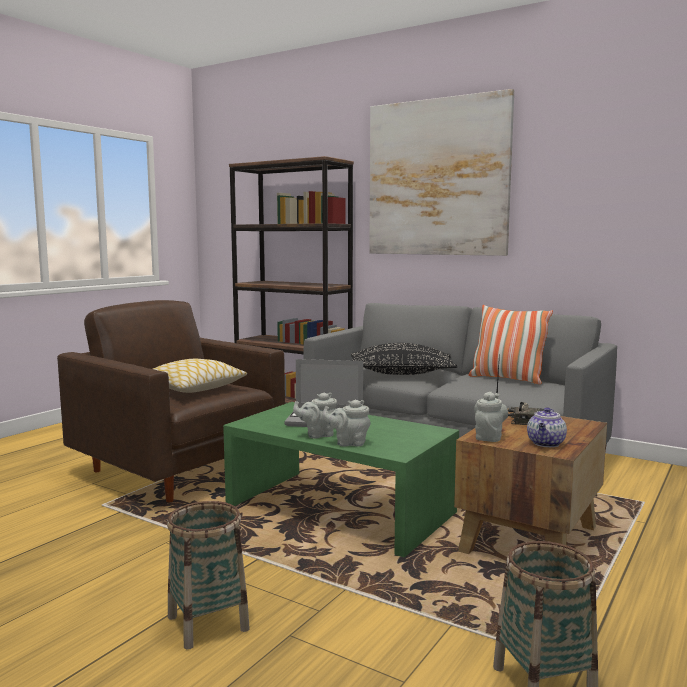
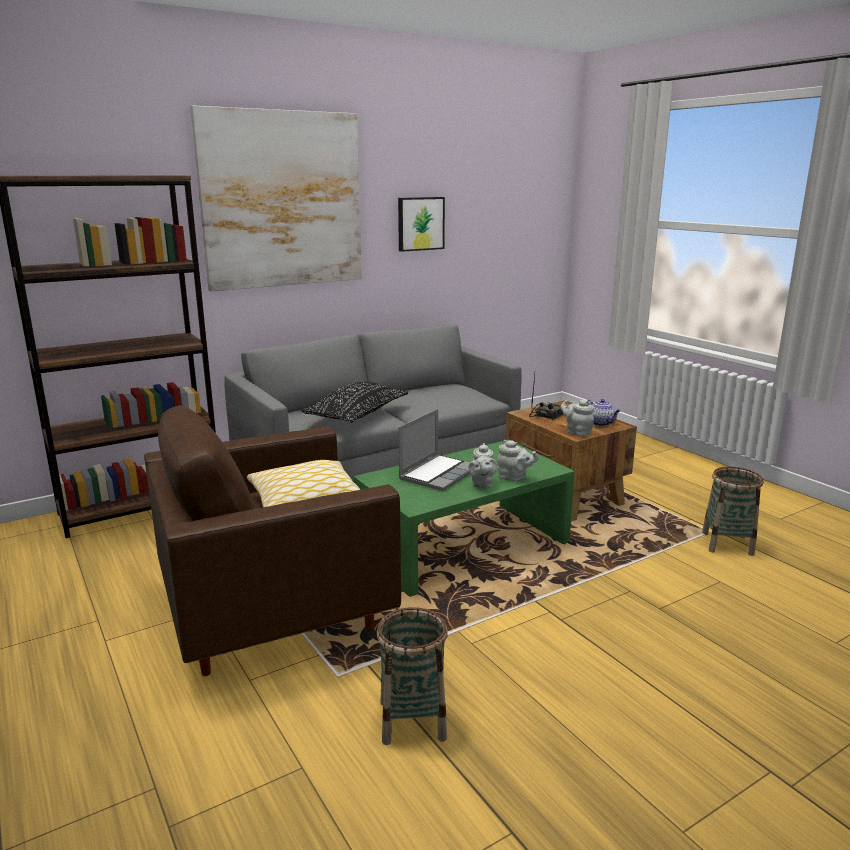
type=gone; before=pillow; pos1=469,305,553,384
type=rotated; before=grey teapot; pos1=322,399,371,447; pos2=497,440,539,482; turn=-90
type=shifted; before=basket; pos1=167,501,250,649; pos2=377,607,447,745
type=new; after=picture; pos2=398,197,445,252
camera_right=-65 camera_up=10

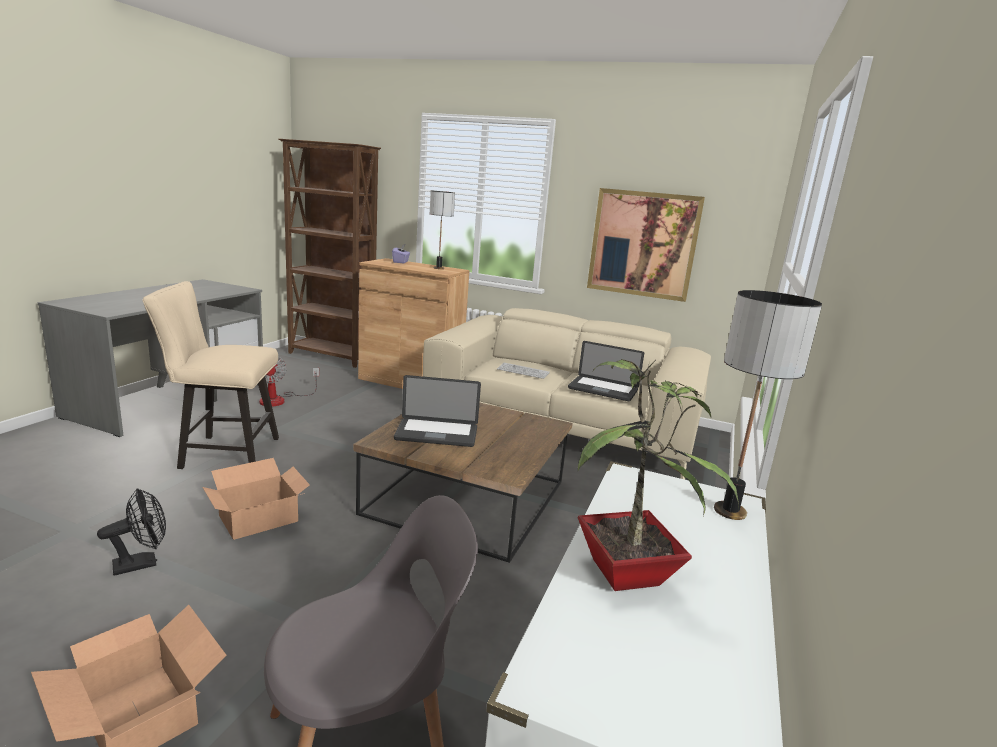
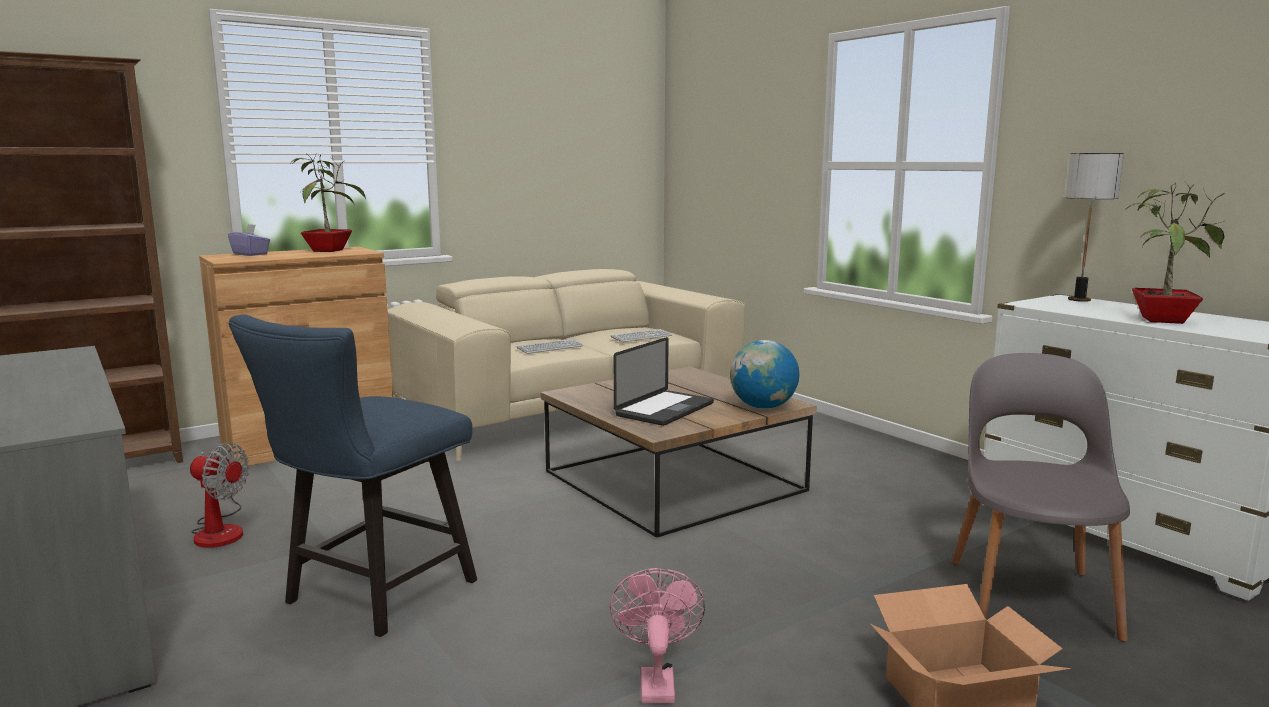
type=gone; before=picture; pos1=587,188,705,302
type=swapped; before=table lamp; after=potted plant; pos1=430,191,455,269; pos2=293,154,366,252
type=repainted; before=beige chair; after=blue chair; pos1=142,281,279,469; pos2=229,315,477,637
type=swapped; before=laptop; after=keyboard; pos1=568,341,644,401; pos2=611,329,672,342
type=gone; before=cardboard box; pos1=203,458,310,540
type=repainted; before=black fan; after=pink fan; pos1=97,488,166,576; pos2=610,568,705,703
type=new; after=globe; pos2=730,340,799,409
camera_right=-55 camera_up=-5

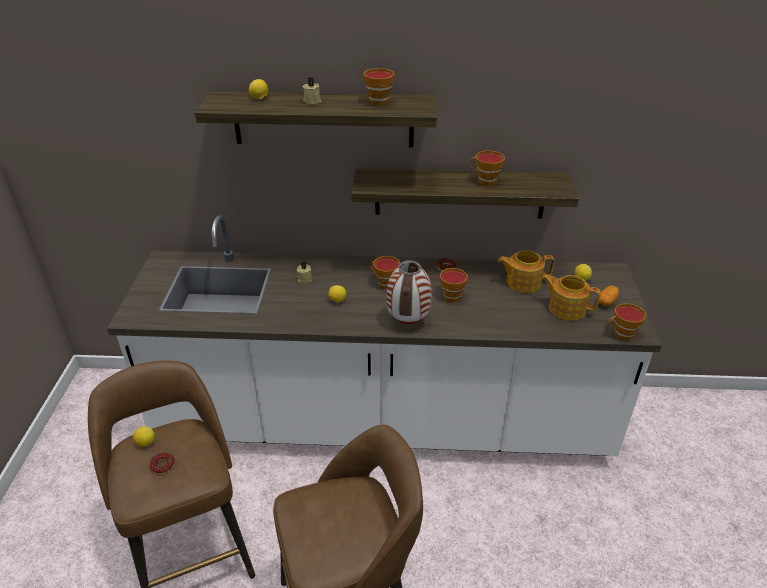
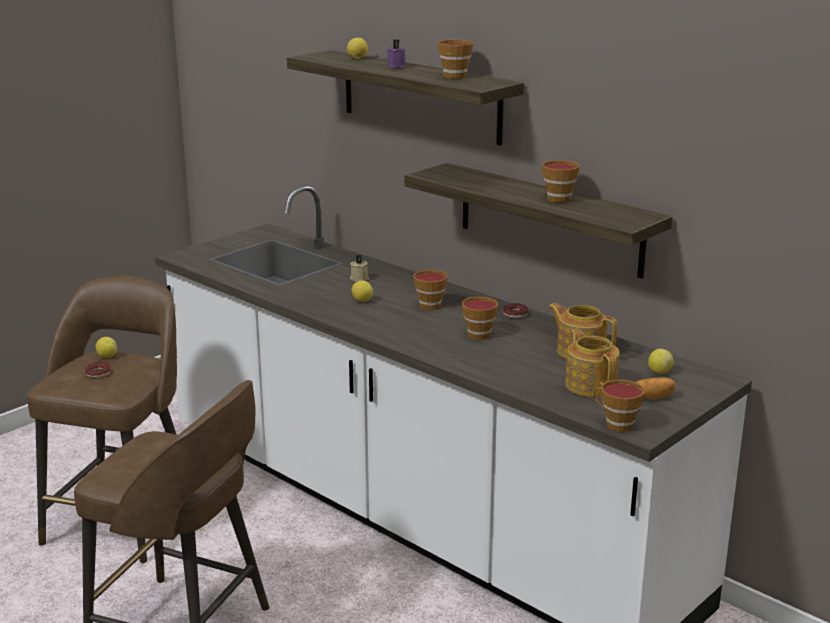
type=repainted; before=beige candle; after=purple candle; pos1=303,77,322,105; pos2=387,39,406,68
type=gone; before=vase; pos1=386,260,432,324
camera_right=40 camera_up=-15

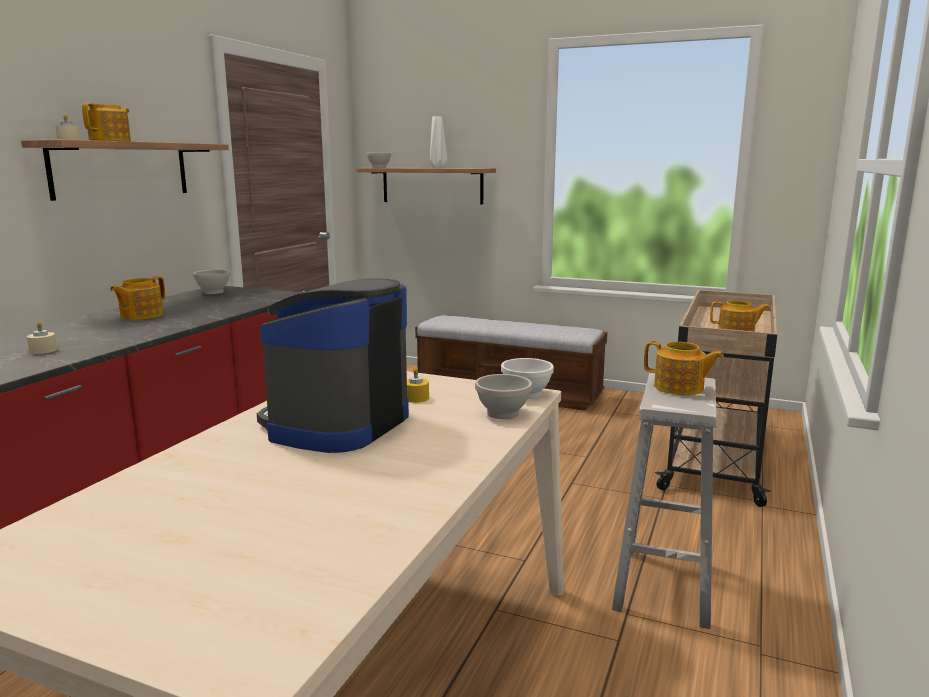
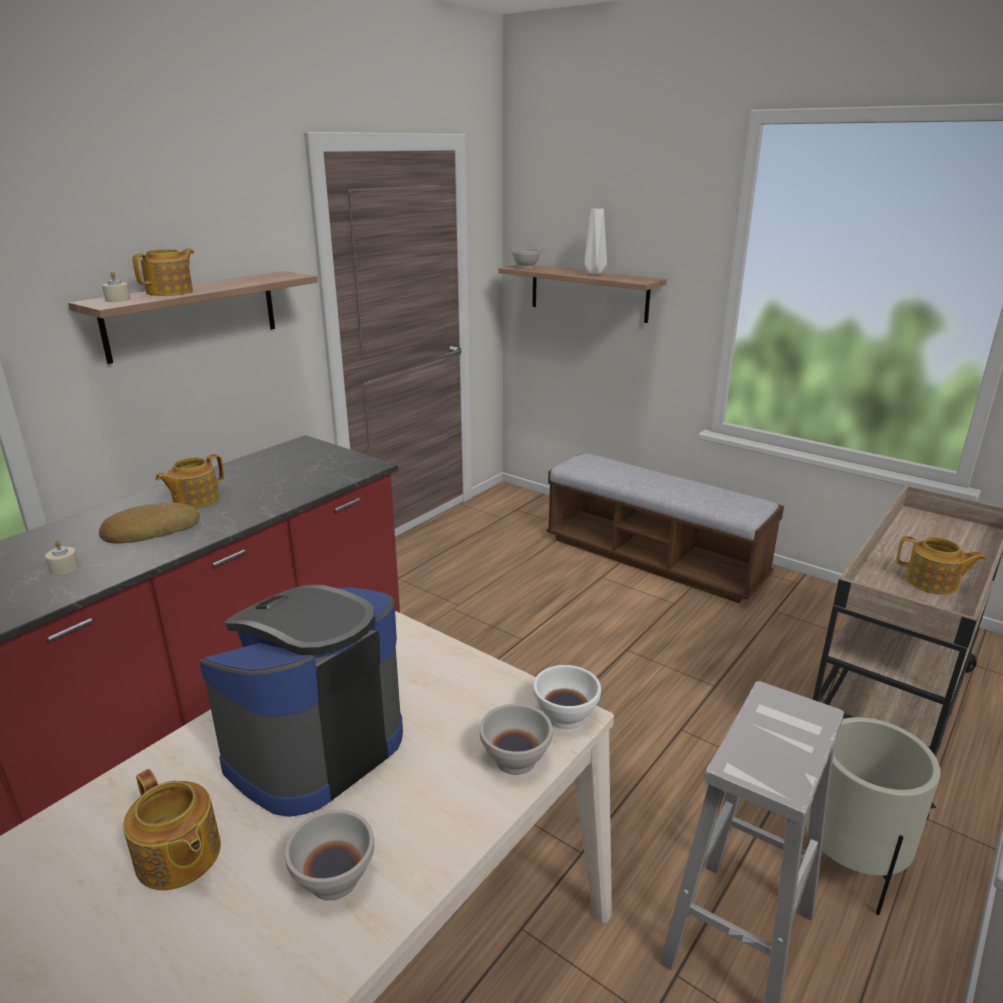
type=shifted; before=white bowl; pos1=193,270,230,294; pos2=285,810,374,901
type=shifted; before=teapot; pos1=644,341,724,395; pos2=123,769,221,890
type=gone; before=yellow candle; pos1=407,368,429,403
type=new; after=bread; pos2=99,502,200,544
type=new; after=beige planter; pos2=805,717,941,915
camera_right=15 camera_up=10

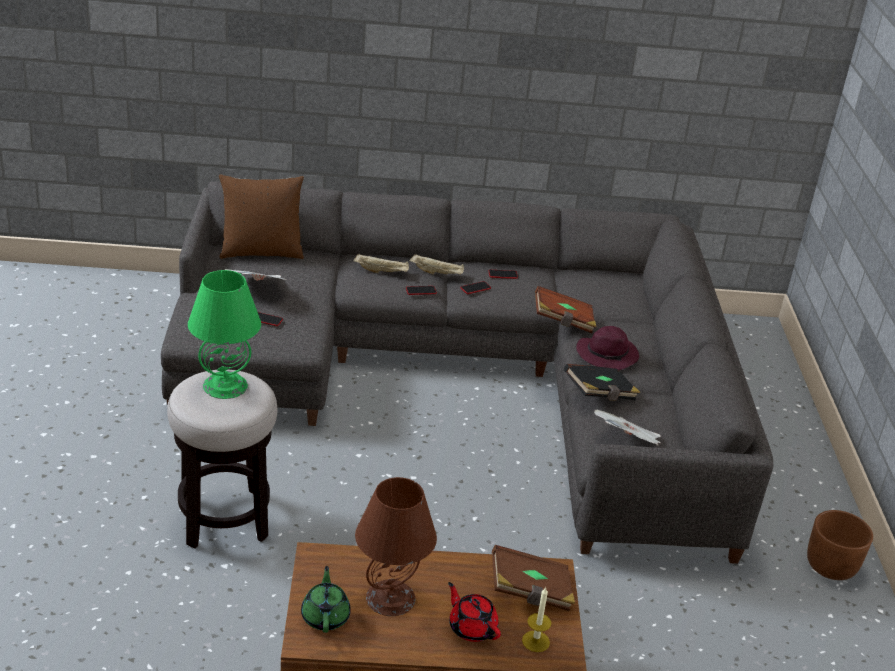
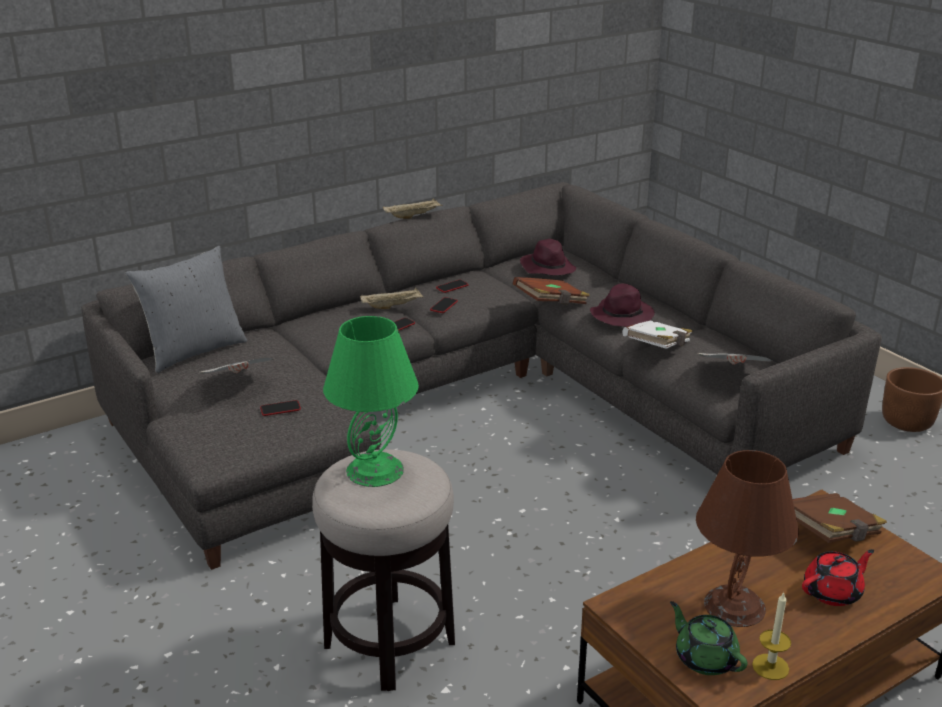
type=repainted; before=brown pillow; after=grey pillow; pos1=219,174,304,259; pos2=126,246,247,373
type=shifted; before=beige tray; pos1=354,254,409,273; pos2=383,198,443,219
type=repainted; before=black book; after=white book; pos1=564,364,640,401; pos2=622,321,693,349
type=rotated; before=red teapot; pos1=448,582,501,642; pos2=802,549,874,606; turn=135
type=shifted; before=candle; pos1=522,587,551,652; pos2=752,592,791,680
type=new; after=purple hat; pos2=520,239,576,275
camera_right=-30 camera_up=-5

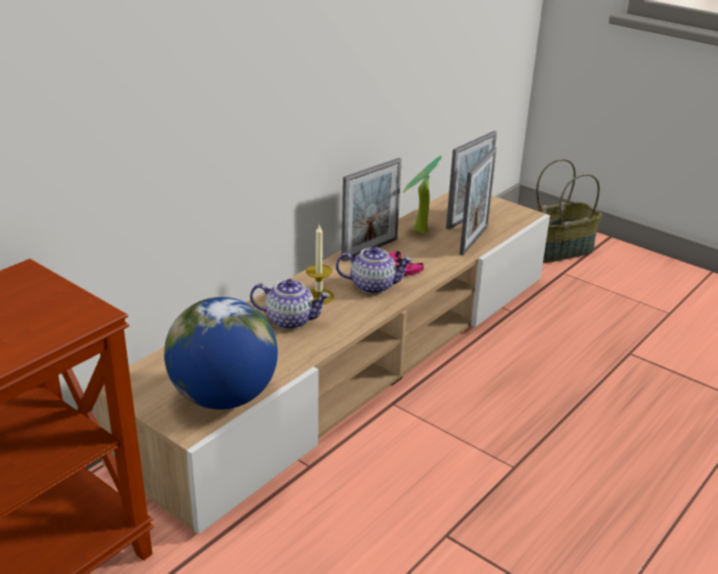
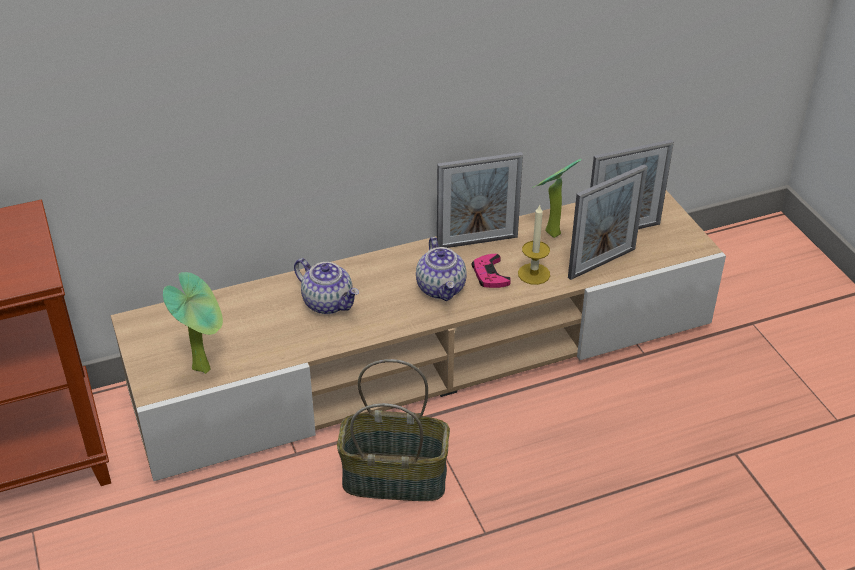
type=shifted; before=basket; pos1=536,159,602,263; pos2=337,359,450,501
type=shifted; before=candle; pos1=306,225,334,304; pos2=518,204,550,285
type=rotated; before=teapot; pos1=336,246,413,294; pos2=416,237,467,301; turn=45
type=swapped; before=globe; after=potted plant; pos1=164,297,278,410; pos2=163,272,223,374
camera_right=30 camera_up=10

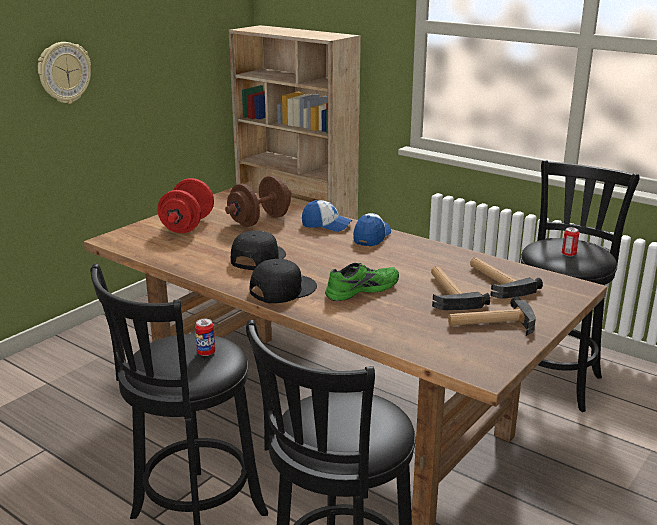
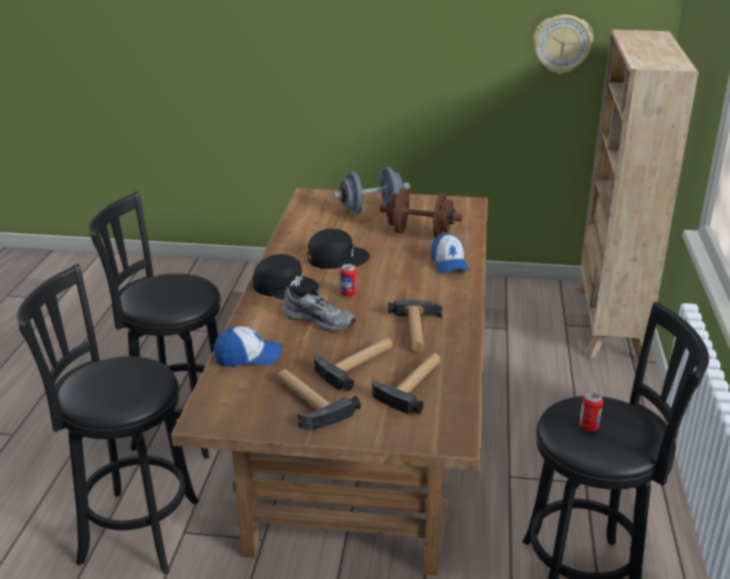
type=shifted; before=wall clock; pos1=38,42,91,104; pos2=533,14,593,74
type=repainted; before=red dumbbell; after=grey dumbbell; pos1=157,178,214,233; pos2=333,167,410,215
type=shifted; before=cap; pos1=353,213,391,246; pos2=214,327,282,367
type=repainted; before=green shoe; after=grey shoe; pos1=325,263,399,301; pos2=282,285,356,332
type=shifted; before=can; pos1=195,319,215,356; pos2=340,264,357,297
type=new; after=hammer; pos2=388,300,442,352
camera_right=60 camera_up=5

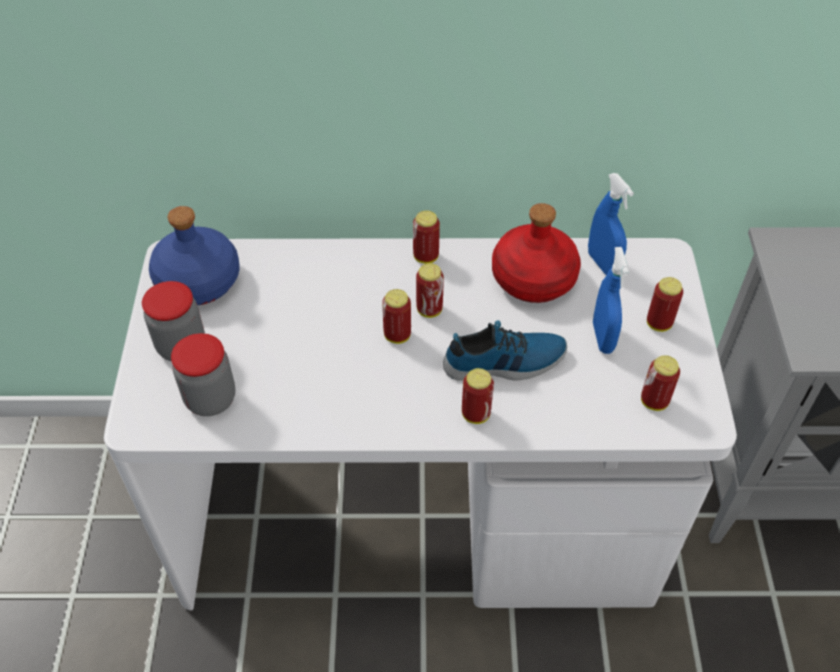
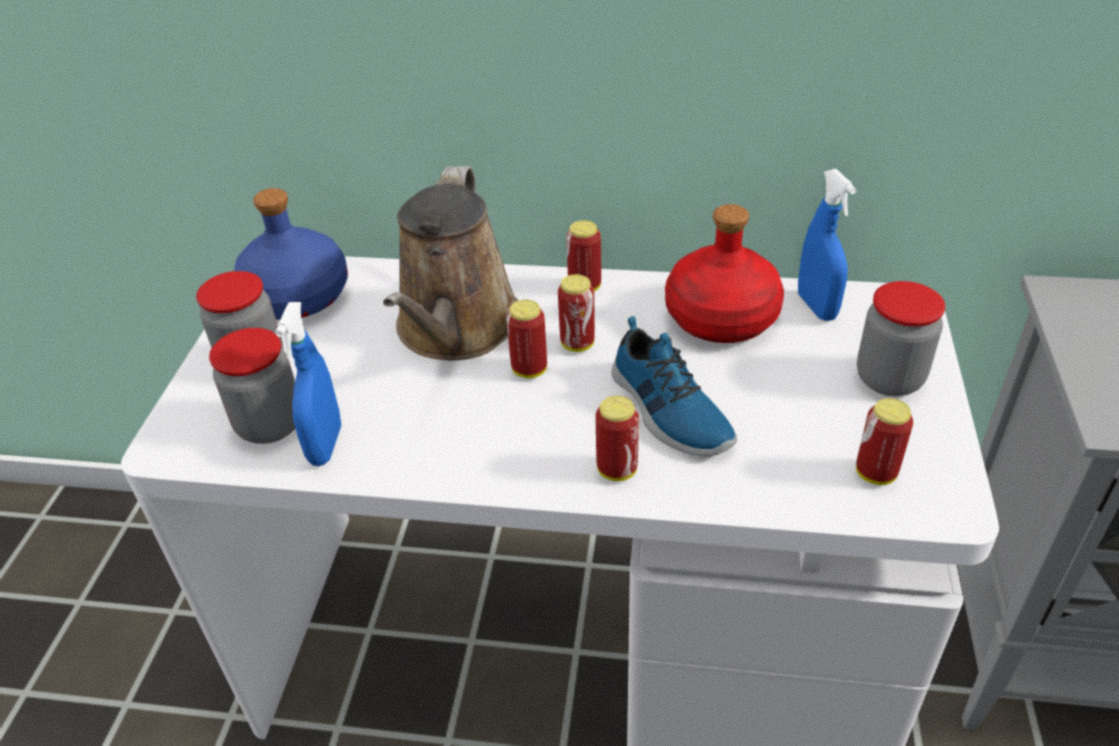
type=shifted; before=blue spray bottle; pos1=593,247,629,354; pos2=275,302,341,466
type=swapped; before=can; after=jar; pos1=647,277,683,332; pos2=857,281,945,396
type=rotated; before=shoe; pos1=443,320,567,381; pos2=611,316,737,456; turn=60
type=new; after=brown watering can; pos2=383,166,518,360
camera_right=10 camera_up=-10

